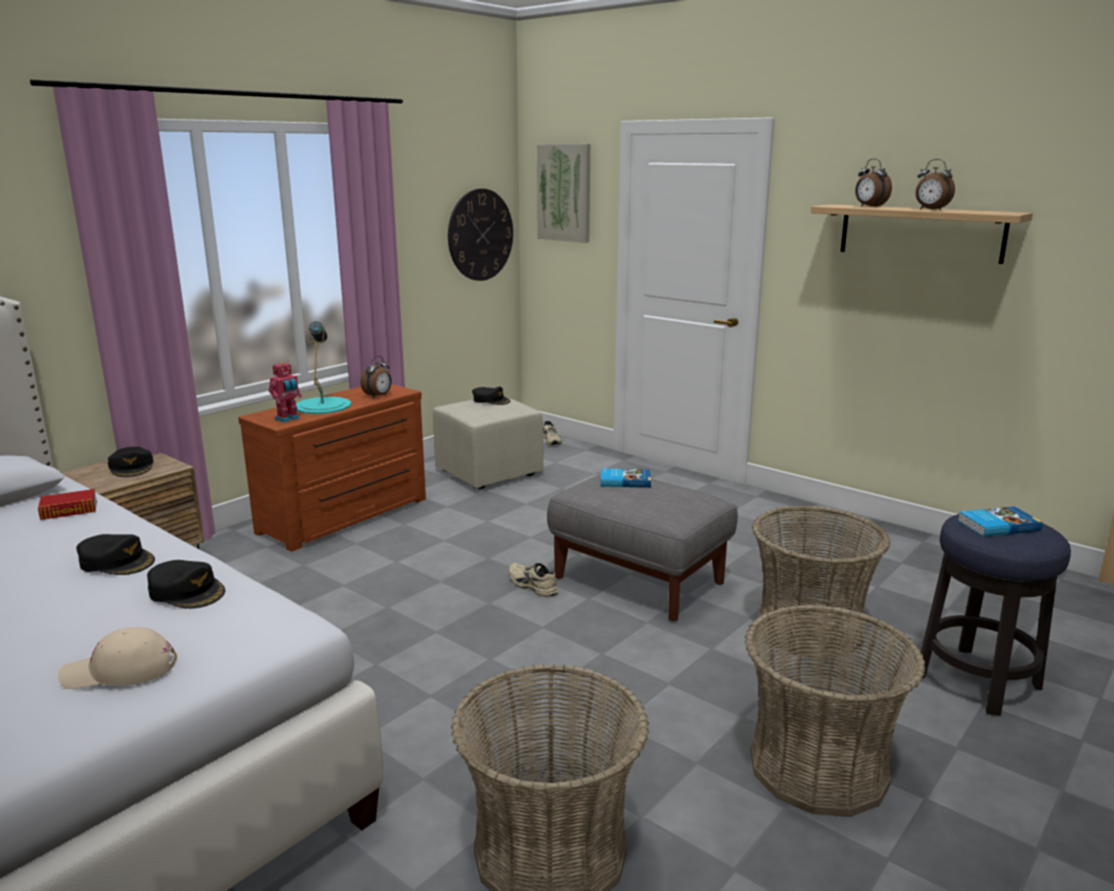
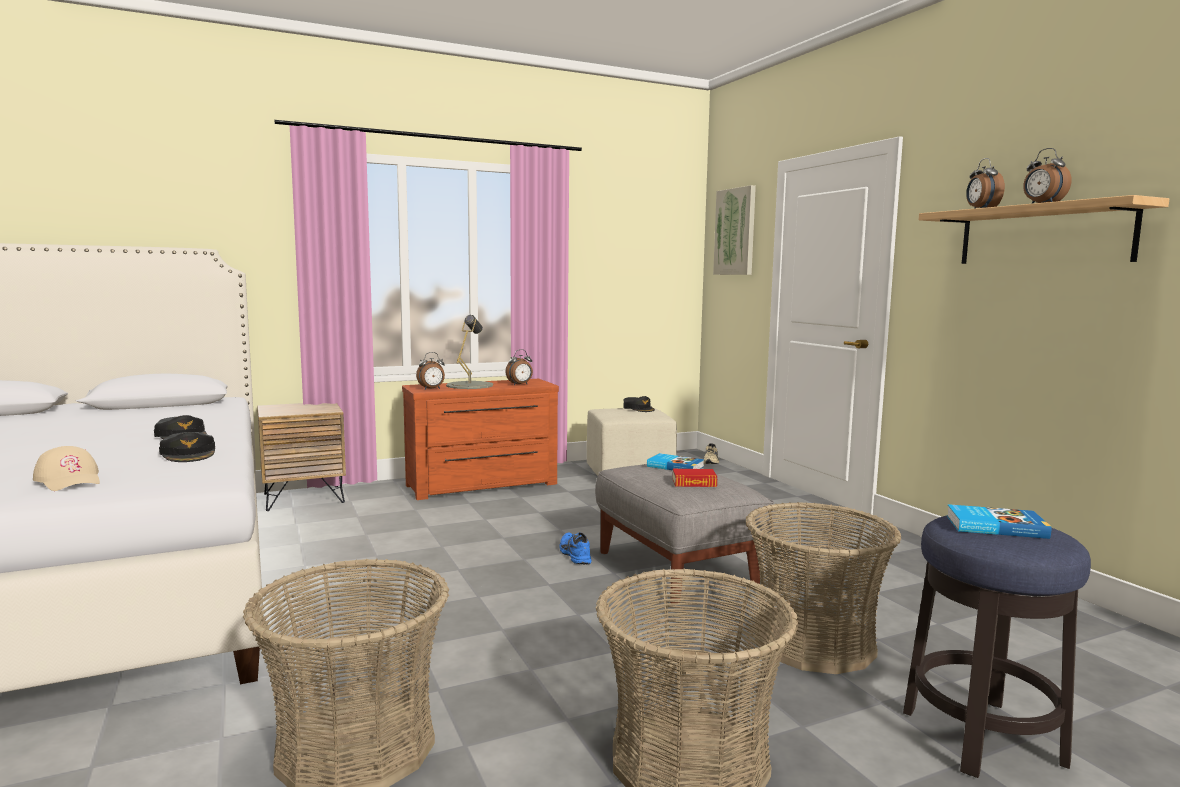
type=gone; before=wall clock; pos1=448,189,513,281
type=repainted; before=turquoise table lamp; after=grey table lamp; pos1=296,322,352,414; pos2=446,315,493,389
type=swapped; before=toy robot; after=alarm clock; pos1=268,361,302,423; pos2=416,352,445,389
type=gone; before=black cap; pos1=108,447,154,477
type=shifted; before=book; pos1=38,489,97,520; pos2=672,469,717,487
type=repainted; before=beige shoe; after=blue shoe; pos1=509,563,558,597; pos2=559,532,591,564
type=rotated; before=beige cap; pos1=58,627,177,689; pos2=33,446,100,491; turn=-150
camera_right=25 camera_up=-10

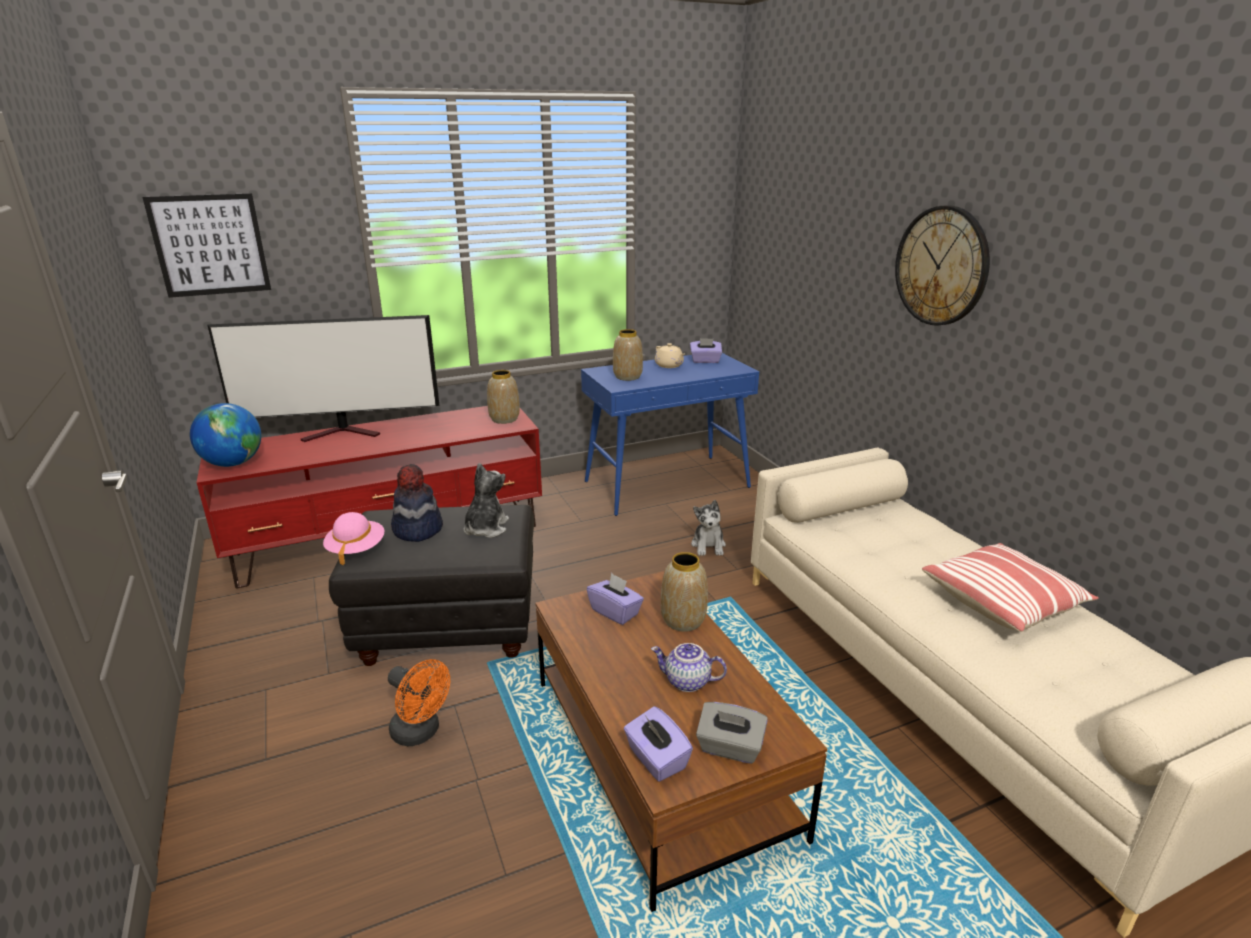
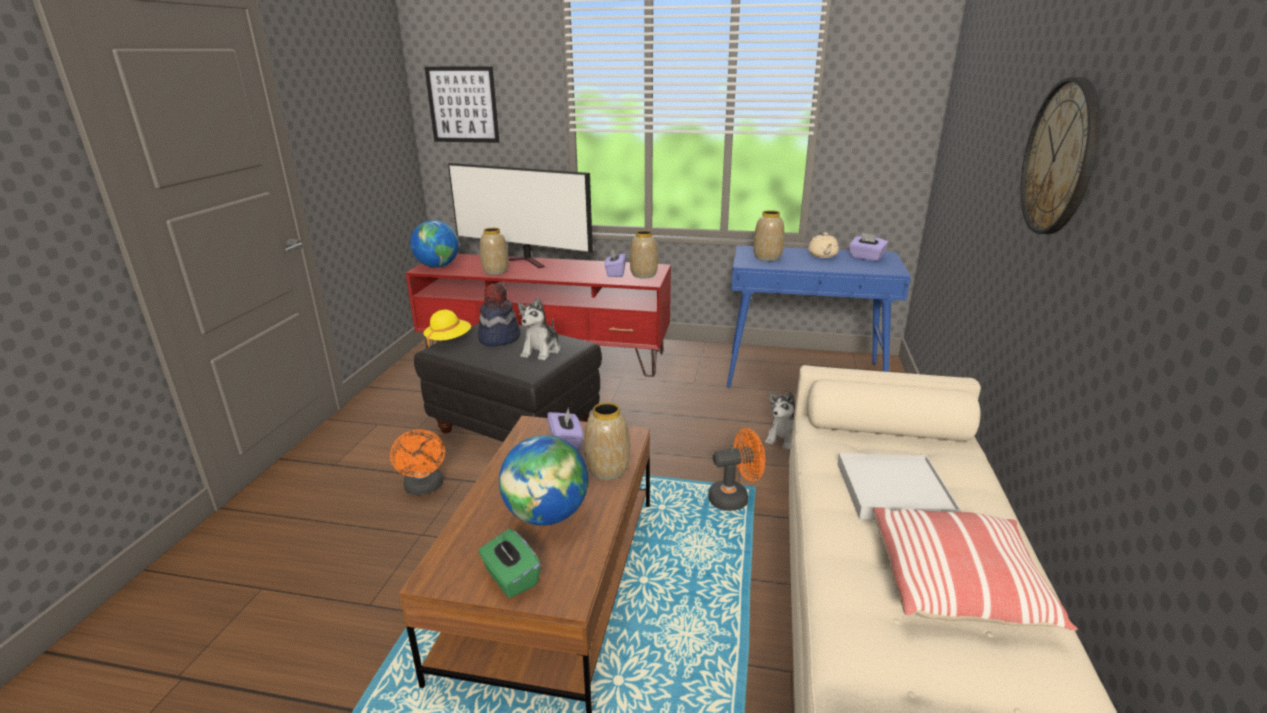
type=rotated; before=plush toy; pos1=463,463,509,538; pos2=518,297,561,360; turn=150
type=repainted; before=pink hat; after=yellow hat; pos1=323,512,384,565; pos2=424,310,471,347
type=swapped; before=teapot; after=globe; pos1=651,643,727,692; pos2=499,435,588,526
type=repainted; before=grey tissue box; after=green tissue box; pos1=696,702,768,764; pos2=478,529,541,598
type=shifted; before=purple tissue box; pos1=624,706,693,782; pos2=604,249,626,277
type=new; after=vase; pos2=480,228,509,275
type=new; after=orange fan; pos2=708,428,765,511
type=new; after=white tray; pos2=838,453,961,520
camera_right=35 camera_up=0

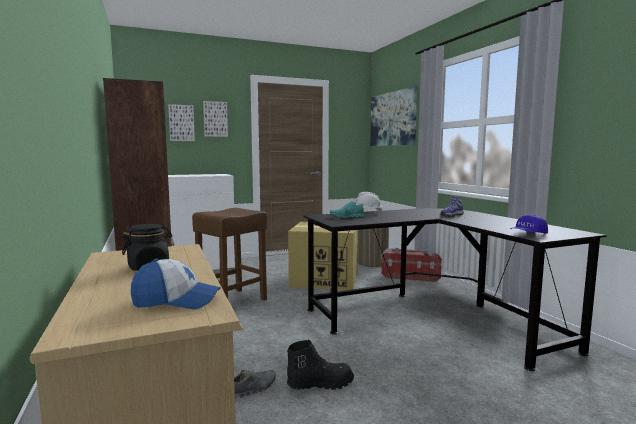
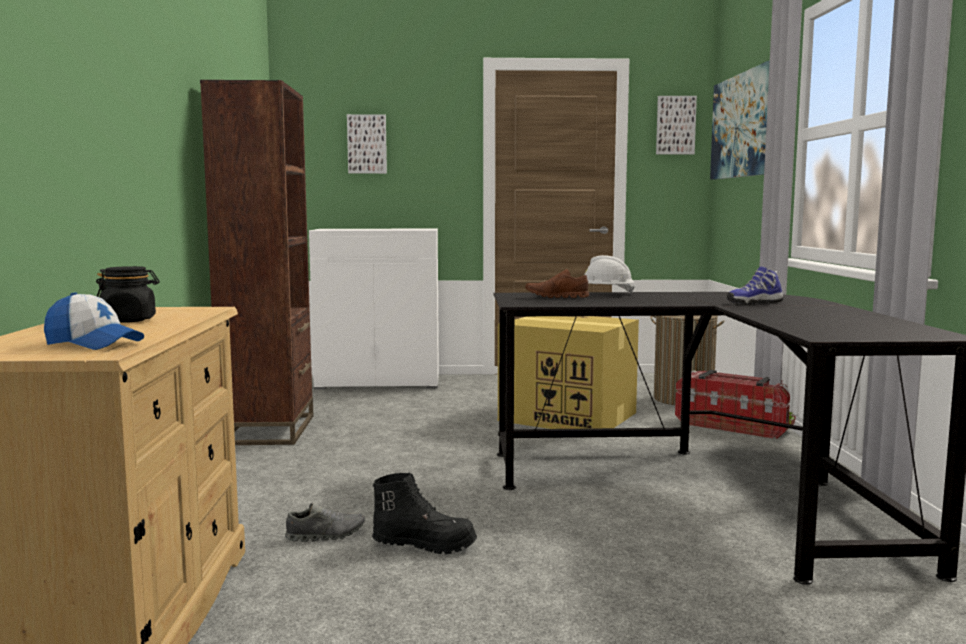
type=shifted; before=picture; pos1=203,101,228,137; pos2=656,96,697,155
type=repainted; before=turquoise shoe; after=brown shoe; pos1=330,201,364,218; pos2=525,269,589,298
type=gone; before=brown stool; pos1=192,208,267,301
type=gone; before=blue cap; pos1=510,215,548,234
camera_right=20 camera_up=0

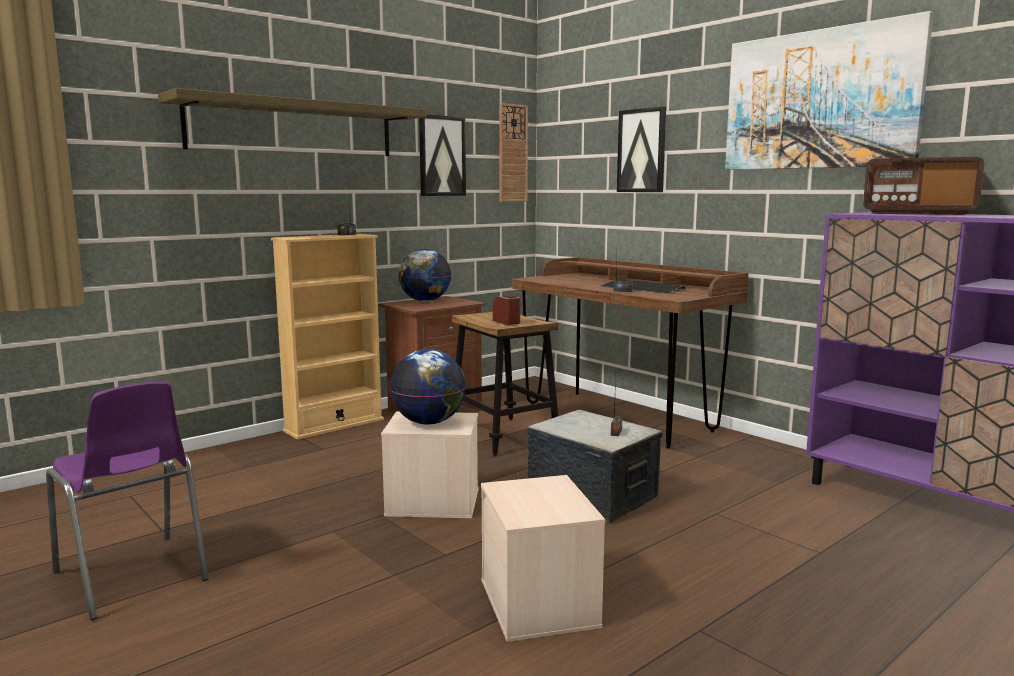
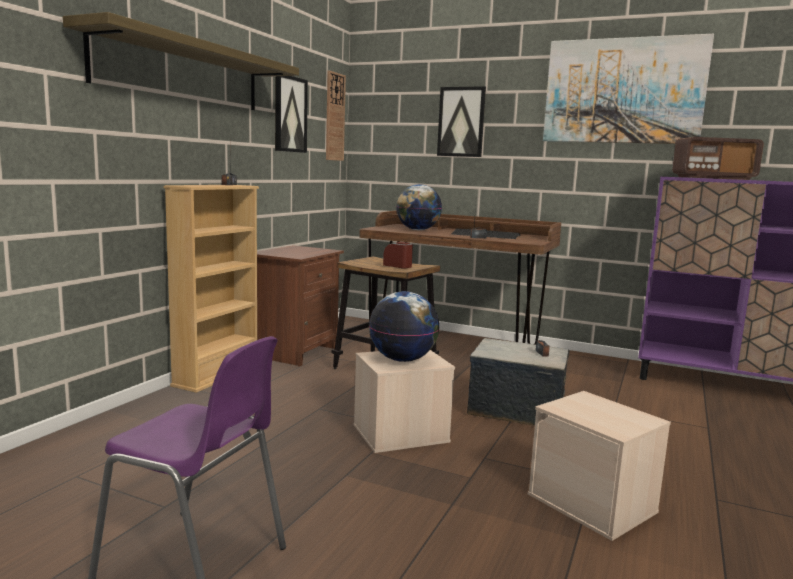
type=shifted; before=globe; pos1=398,249,451,302; pos2=396,184,442,230
camera_right=-25 camera_up=0

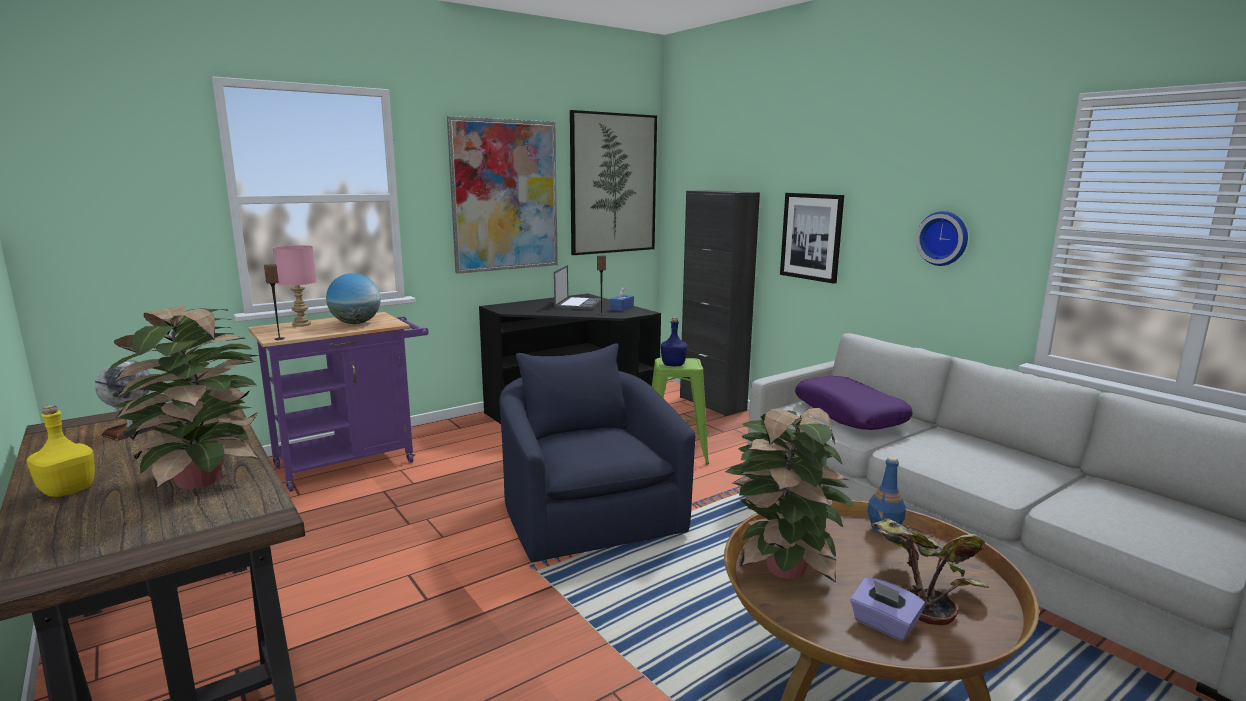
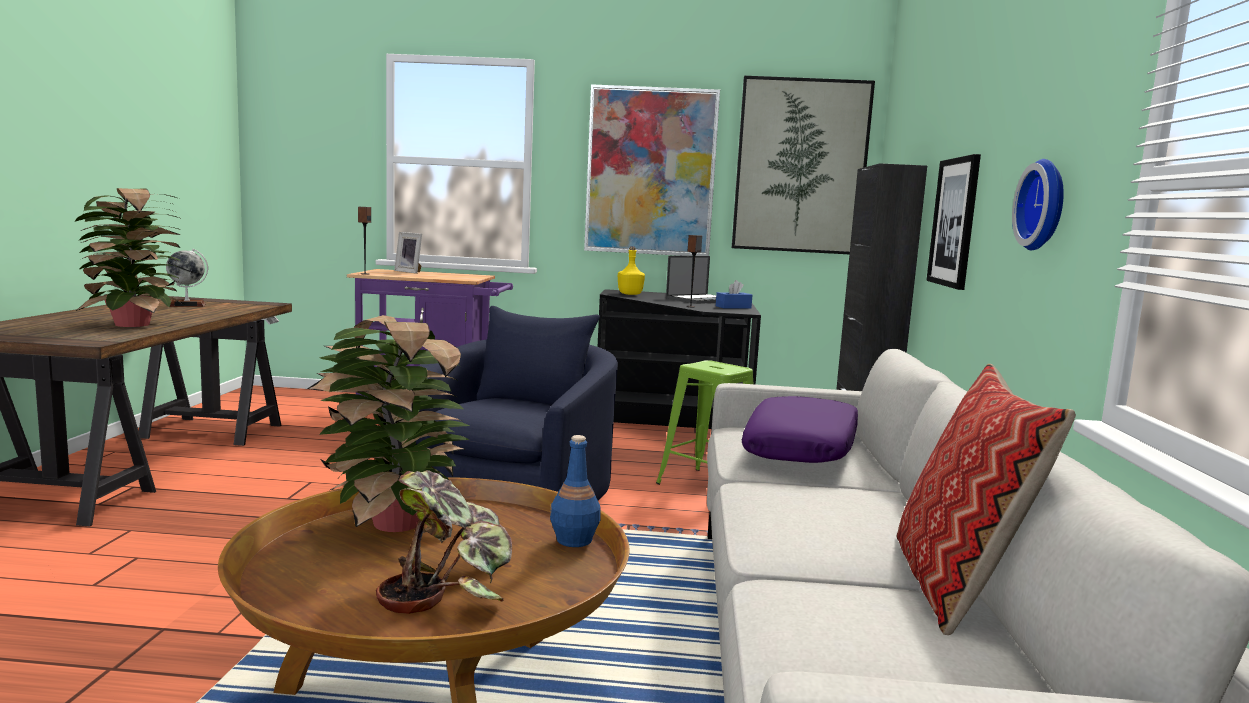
type=swapped; before=pink table lamp; after=picture frame; pos1=273,245,317,327; pos2=394,232,422,274
type=gone; before=globe; pos1=326,273,381,324
type=gone; before=blue bottle; pos1=661,317,687,366
type=shifted; before=yellow bottle; pos1=27,405,95,497; pos2=618,246,645,295
type=gone; before=purple tissue box; pos1=850,577,925,641
type=new; after=pillow; pos2=897,364,1076,635
camera_right=40 camera_up=-5

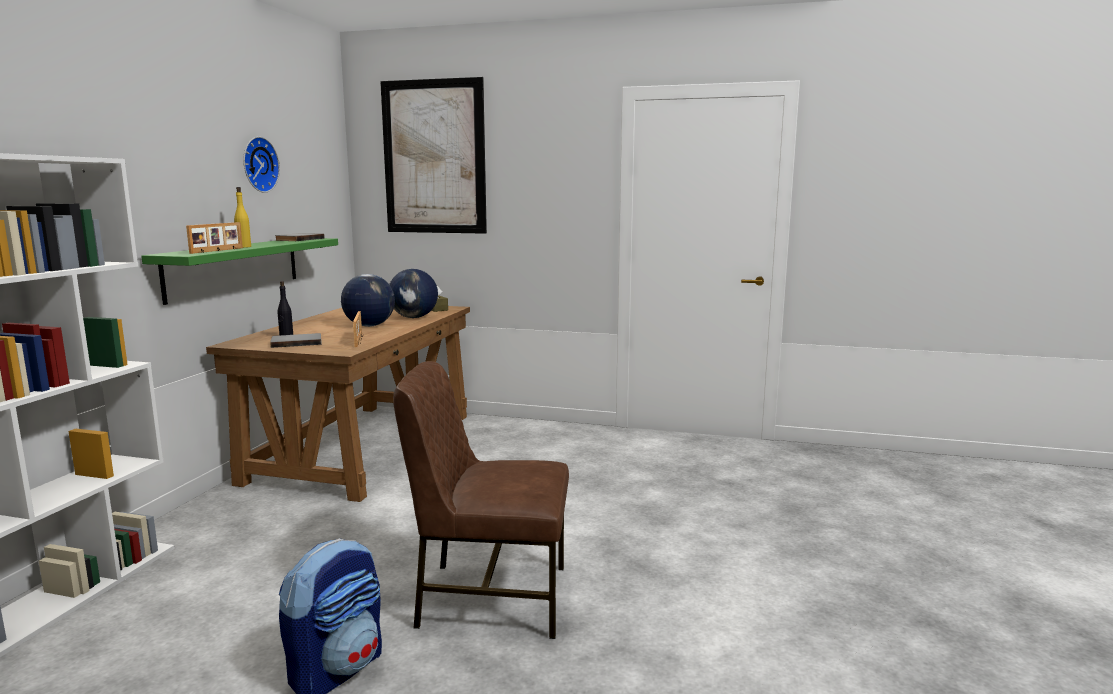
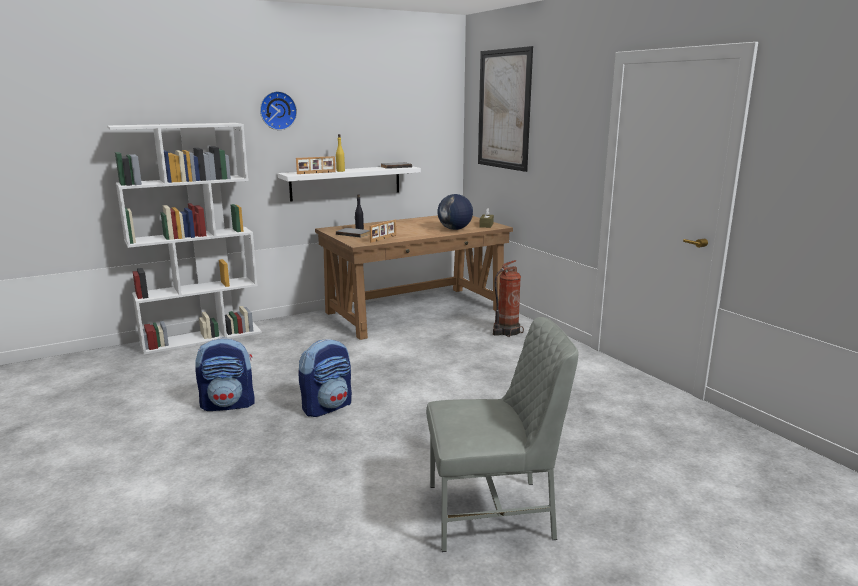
type=shifted; before=wall clock; pos1=244,136,280,193; pos2=260,91,297,130
type=repainted; before=green shelf; after=white shelf; pos1=141,238,338,305; pos2=278,166,421,202
type=gone; before=globe; pos1=341,274,395,327
type=swapped; before=brown chair; after=backpack; pos1=393,361,569,639; pos2=298,339,352,417
type=new; after=fire extinguisher; pos2=493,260,524,337
type=new; after=grey chair; pos2=426,317,579,552
camera_right=45 camera_up=5

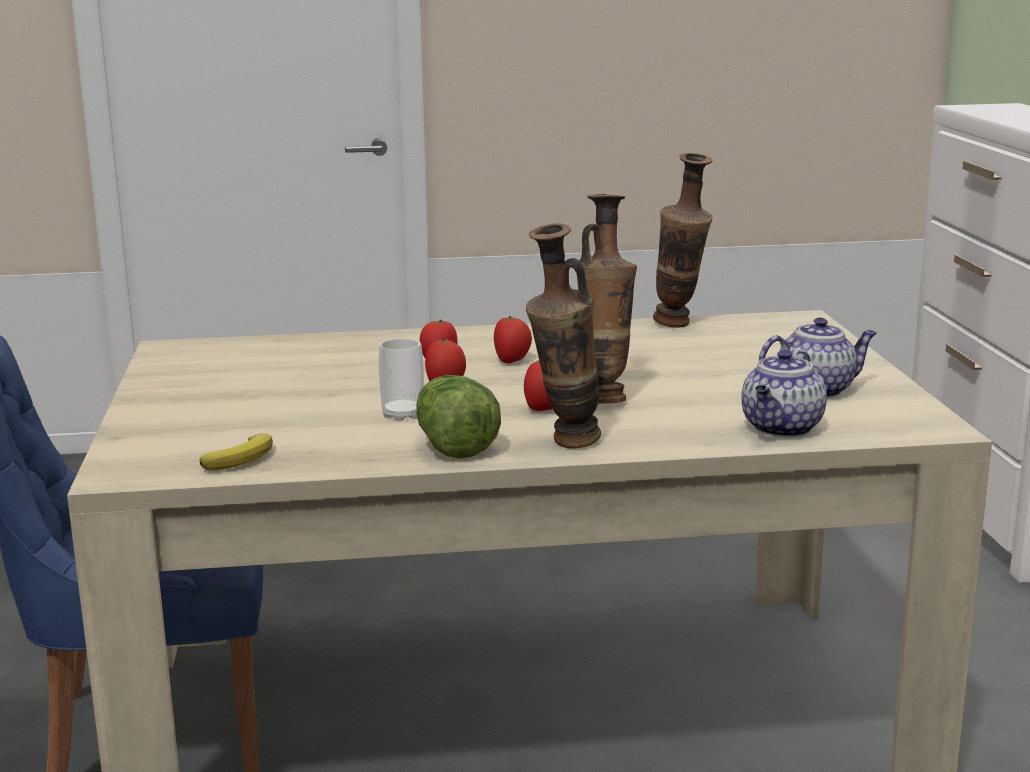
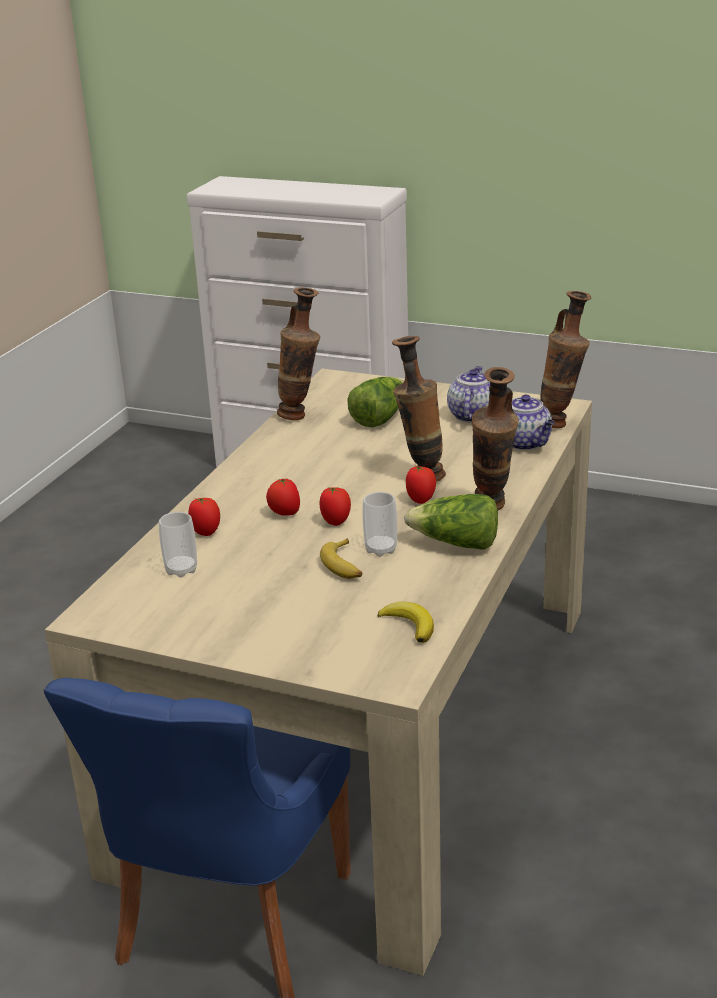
type=shifted; before=tomato; pos1=494,316,532,364; pos2=188,498,220,536
type=new; after=vase; pos2=540,291,591,428
type=new; after=lettuce; pos2=347,377,404,428
type=new; after=cup; pos2=159,512,197,578
type=new; after=banana; pos2=320,538,362,579
camera_right=-60 camera_up=10

